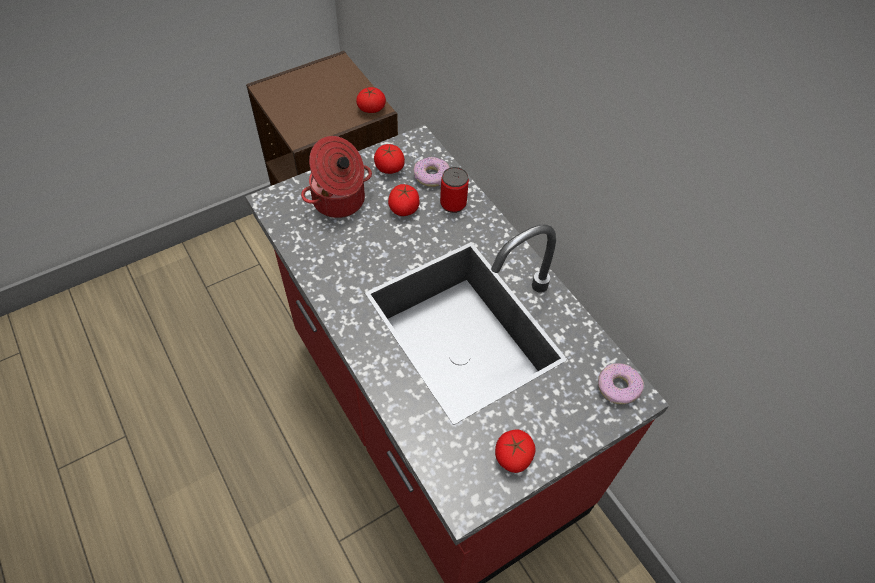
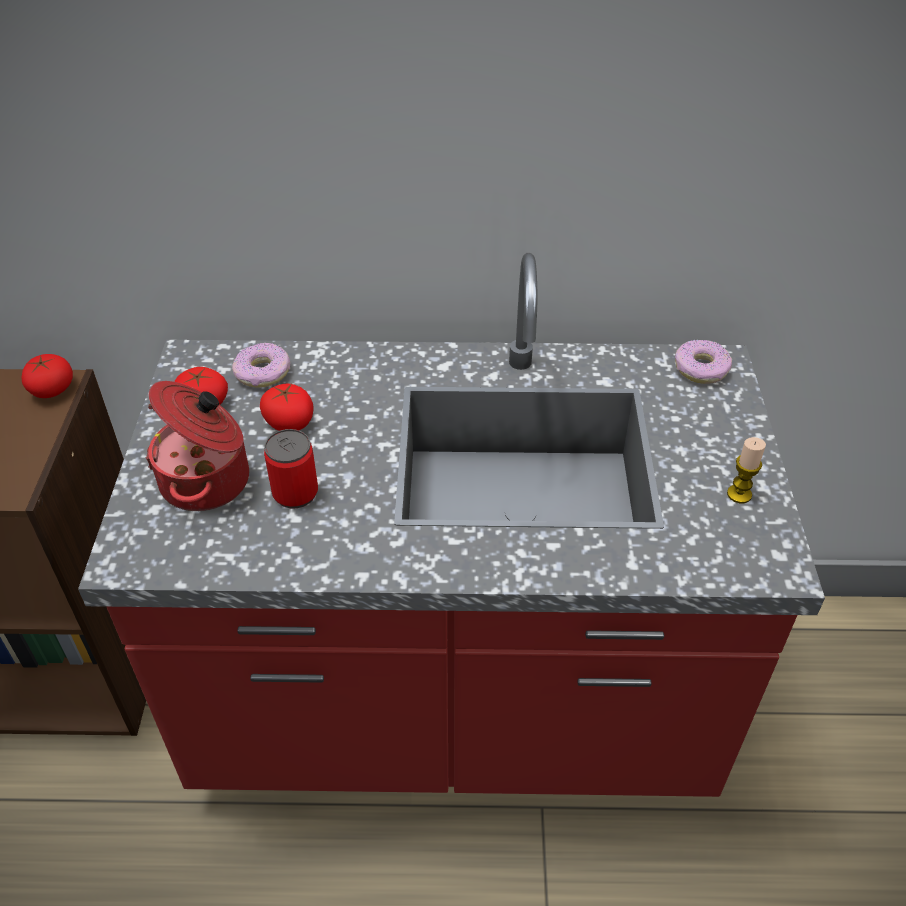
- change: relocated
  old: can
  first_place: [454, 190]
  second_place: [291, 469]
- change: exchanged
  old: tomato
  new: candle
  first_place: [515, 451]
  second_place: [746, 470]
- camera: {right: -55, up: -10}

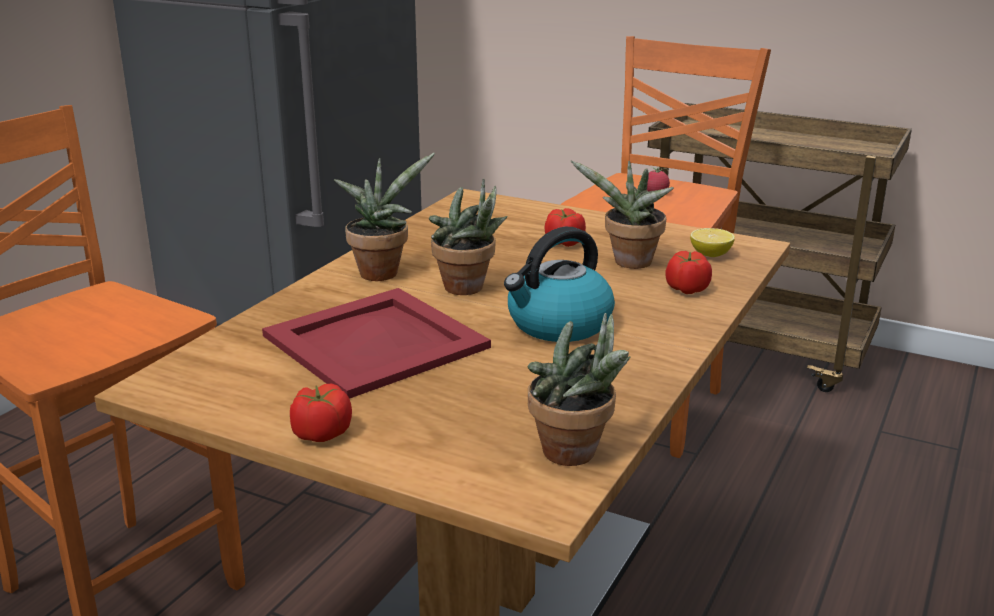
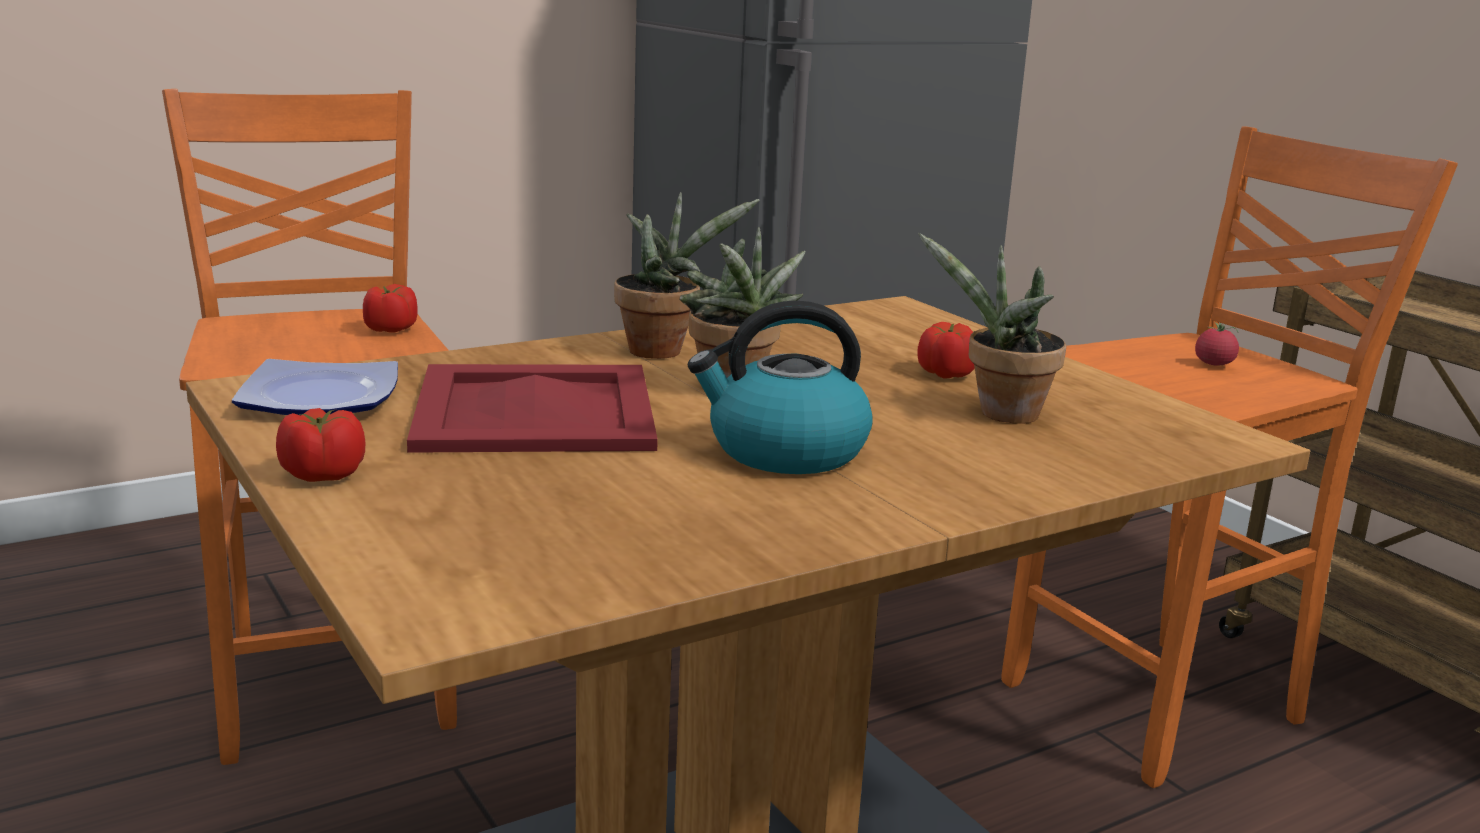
- change: missing
  old: potted_plant
  first_place: [578, 389]
- change: missing
  old: lemon
  first_place: [712, 242]
- change: appeared
  new: plate
  second_place: [315, 387]
- change: relocated
  old: tomato
  first_place: [688, 272]
  second_place: [390, 308]
- camera: {right: 30, up: -5}

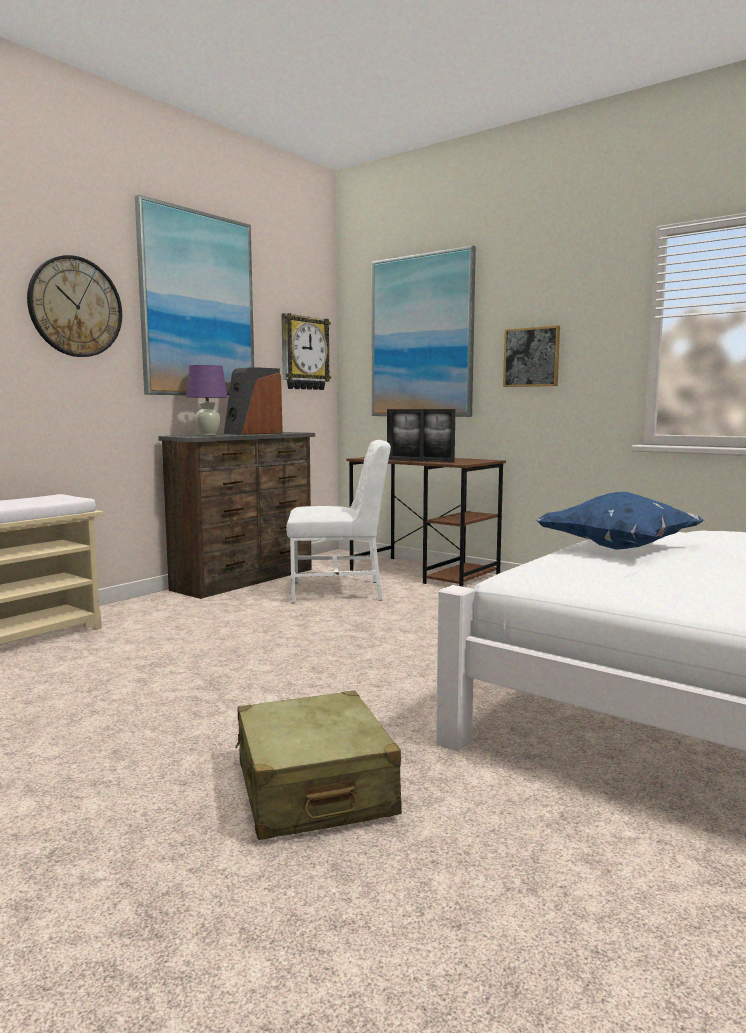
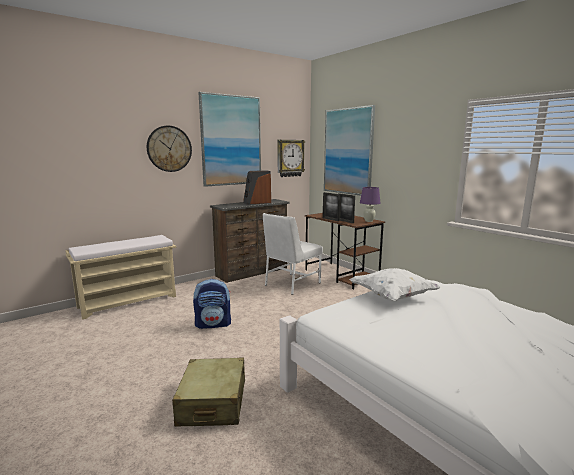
- change: missing
  old: picture
  first_place: [531, 356]
- change: appeared
  new: backpack
  second_place: [212, 304]
- change: relocated
  old: purple_table_lamp
  first_place: [207, 400]
  second_place: [370, 204]
- change: colour
  old: blue_pillow
  new: white_pillow
  first_place: [620, 521]
  second_place: [395, 284]
- change: spun
  old: white_chair
  first_place: [338, 521]
  second_place: [293, 254]
  degrees: 120
- camera: {right: 15, up: 5}

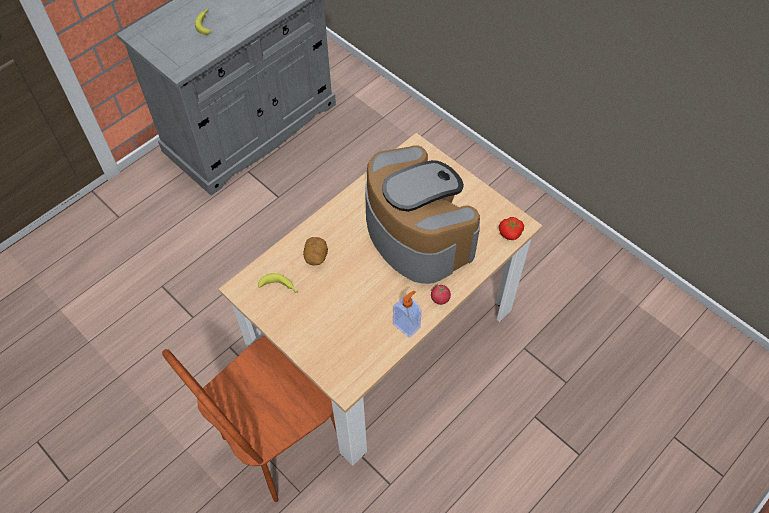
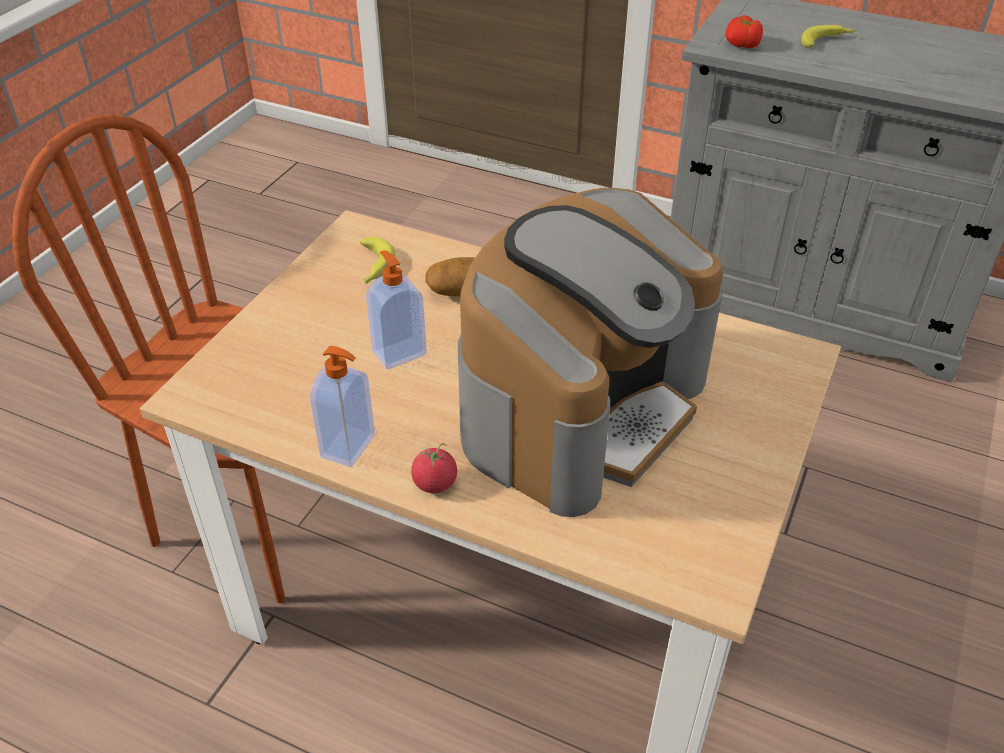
- change: appeared
  new: soap_dispenser
  second_place: [396, 309]
- change: relocated
  old: tomato
  first_place: [511, 228]
  second_place: [744, 32]
- camera: {right: 70, up: -15}

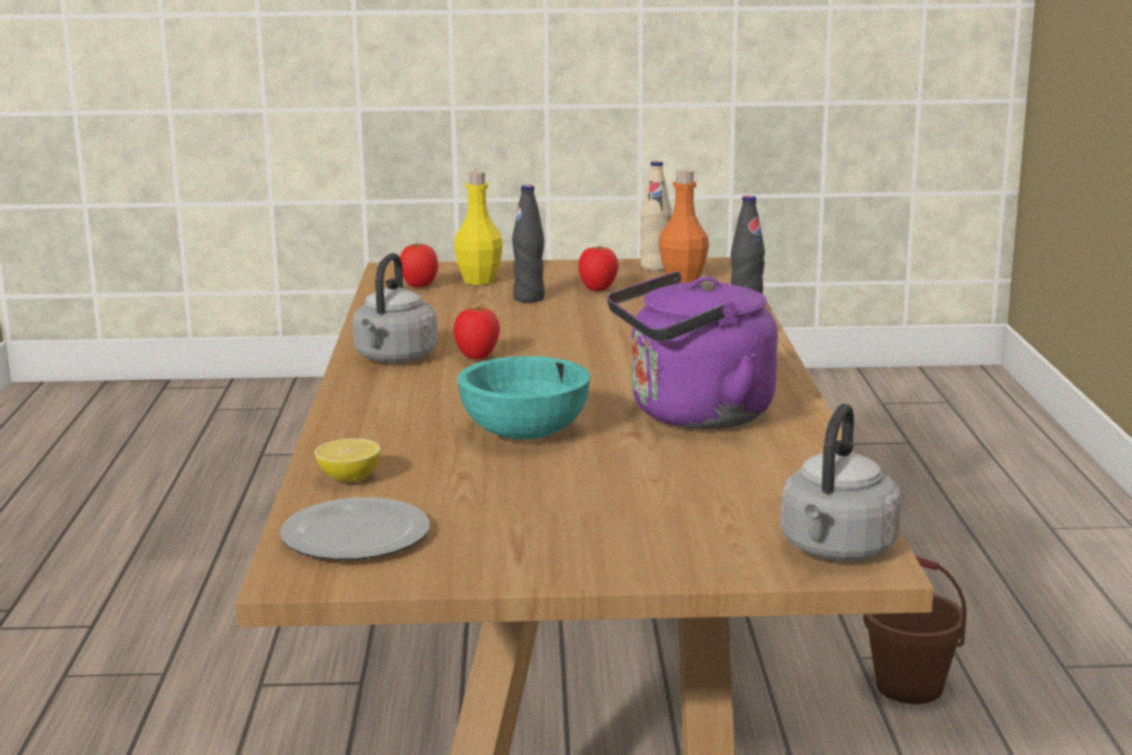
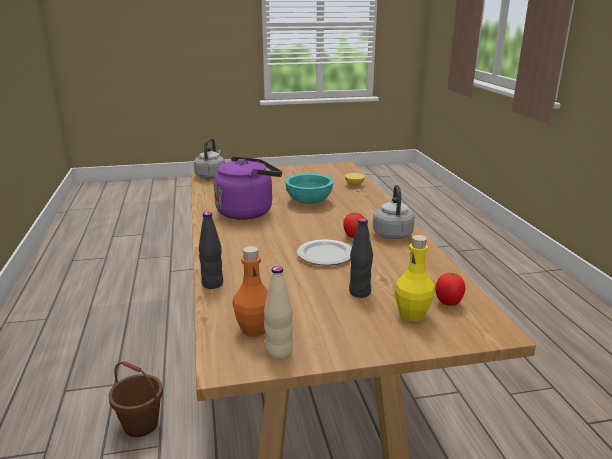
- change: missing
  old: tomato
  first_place: [598, 268]
- change: relocated
  old: plate
  first_place: [355, 528]
  second_place: [324, 252]
- camera: {right: 170, up: 5}

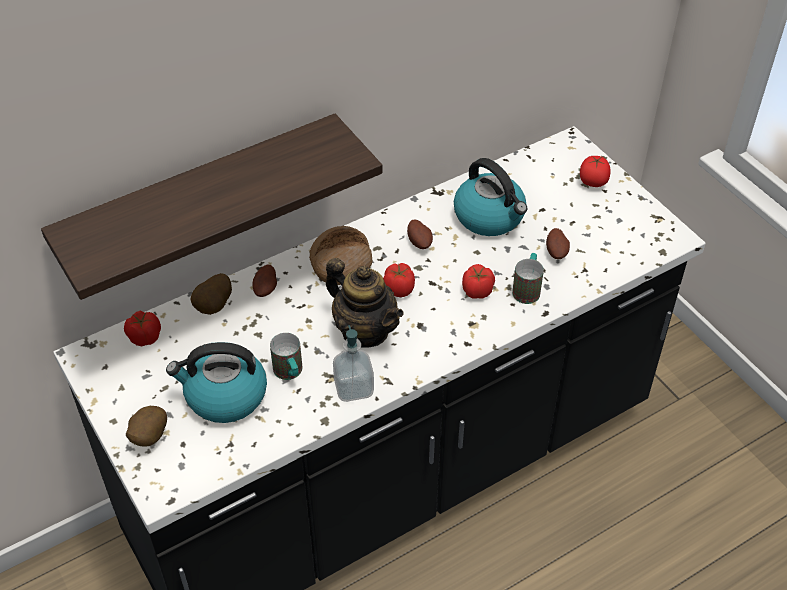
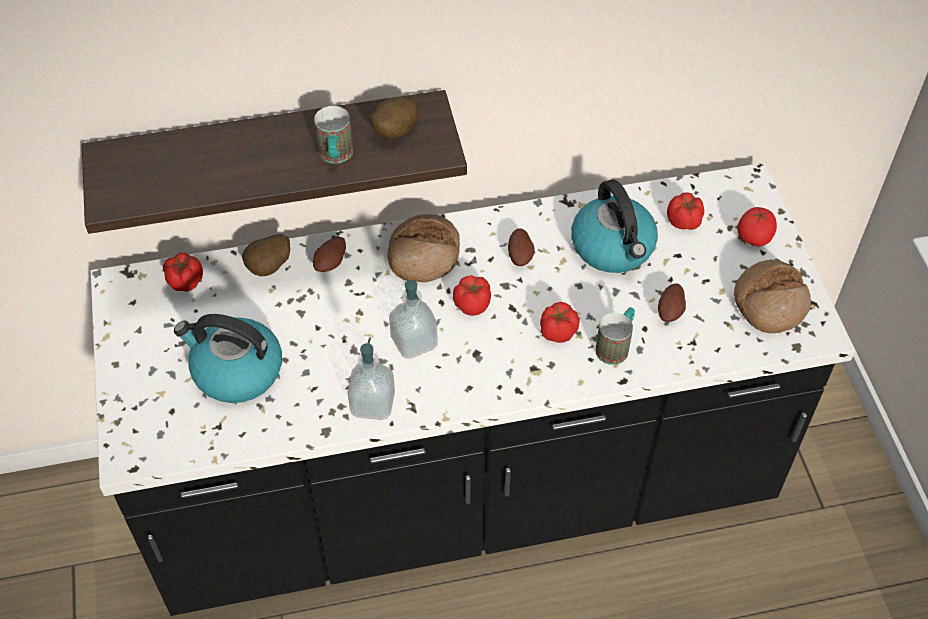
- change: appeared
  new: tomato
  second_place: [685, 211]
- change: appeared
  new: bread
  second_place: [772, 296]
- change: relocated
  old: potato
  first_place: [146, 426]
  second_place: [394, 117]
- change: relocated
  old: mug
  first_place: [286, 356]
  second_place: [333, 135]
- change: exchanged
  old: teapot
  new: soap_dispenser
  first_place: [365, 303]
  second_place: [413, 319]
- camera: {right: 20, up: 5}

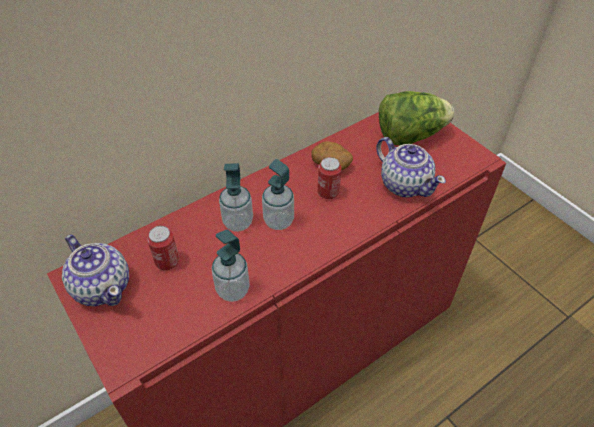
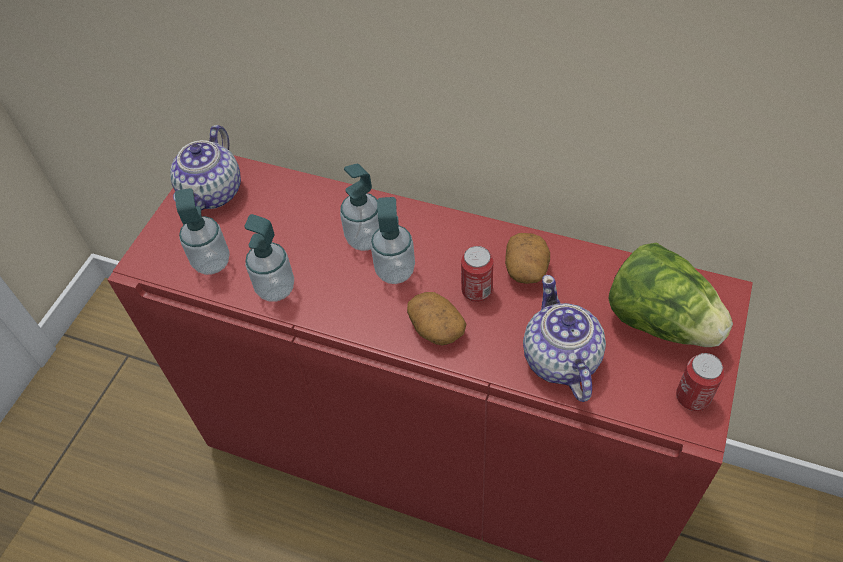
- change: appeared
  new: soap_dispenser
  second_place: [202, 231]
- change: appeared
  new: potato
  second_place: [436, 319]
- change: relocated
  old: can
  first_place: [163, 248]
  second_place: [700, 382]
- change: spun
  old: teapot
  first_place: [411, 167]
  second_place: [564, 338]
  degrees: 150
- camera: {right: 60, up: 5}

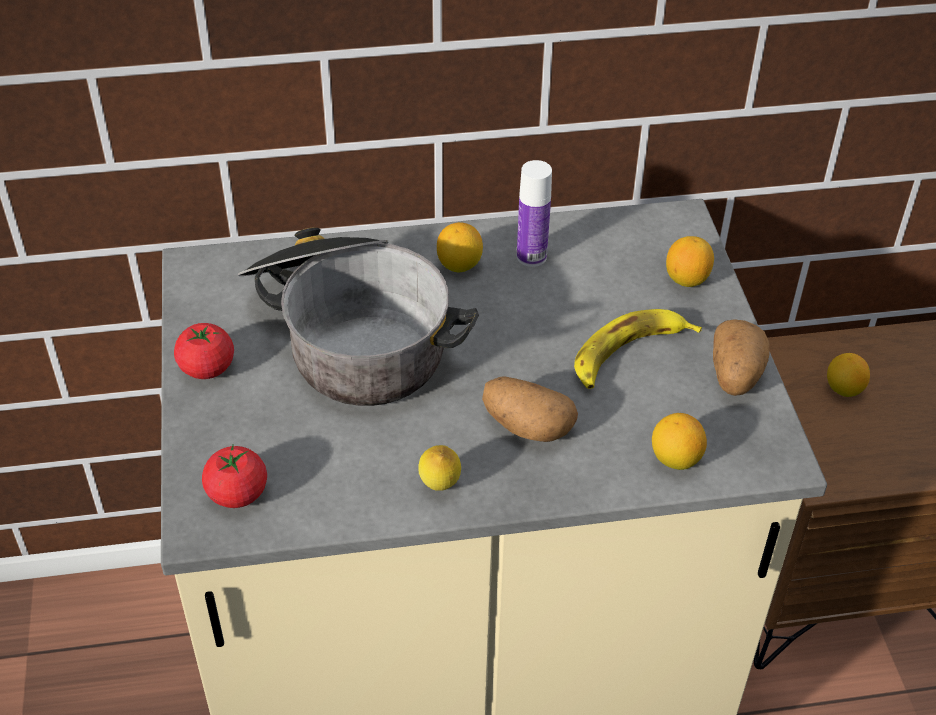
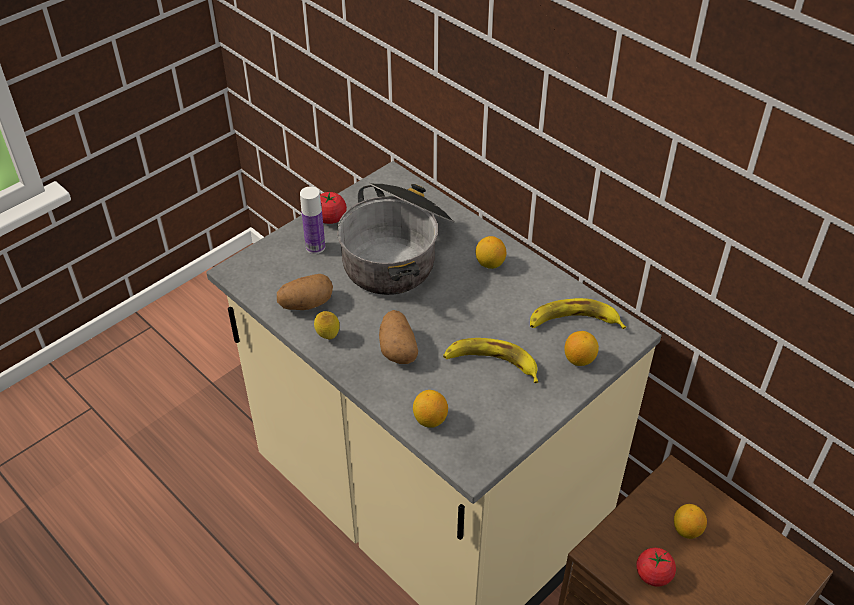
- change: appeared
  new: banana
  second_place: [578, 313]
- change: relocated
  old: tomato
  first_place: [234, 476]
  second_place: [656, 567]
- change: relocated
  old: bottle
  first_place: [534, 213]
  second_place: [312, 220]
- change: relocated
  old: potato
  first_place: [741, 357]
  second_place: [305, 292]
- camera: {right: 55, up: 0}

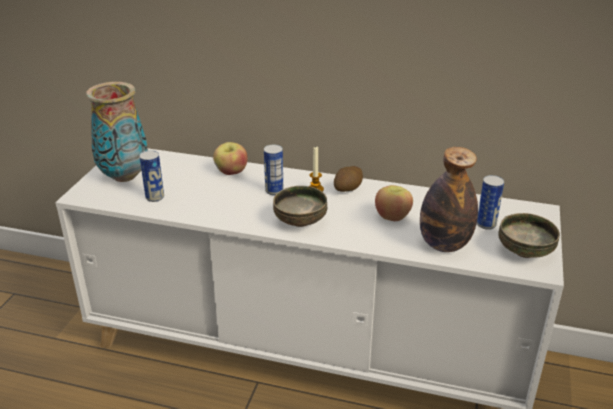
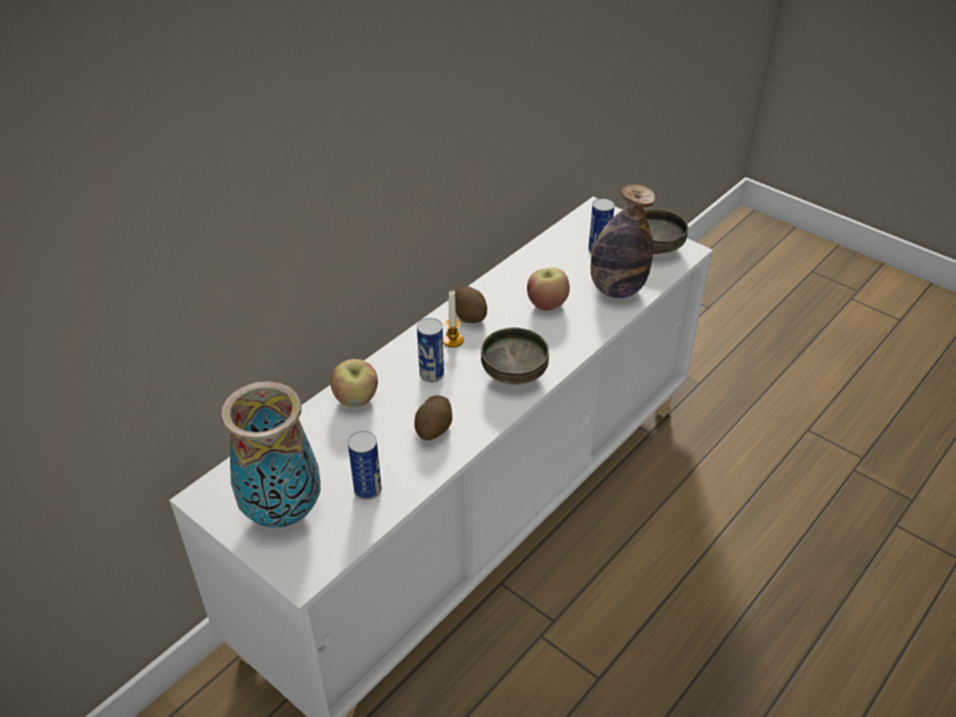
- change: appeared
  new: potato
  second_place: [433, 417]
- camera: {right: -65, up: 10}

